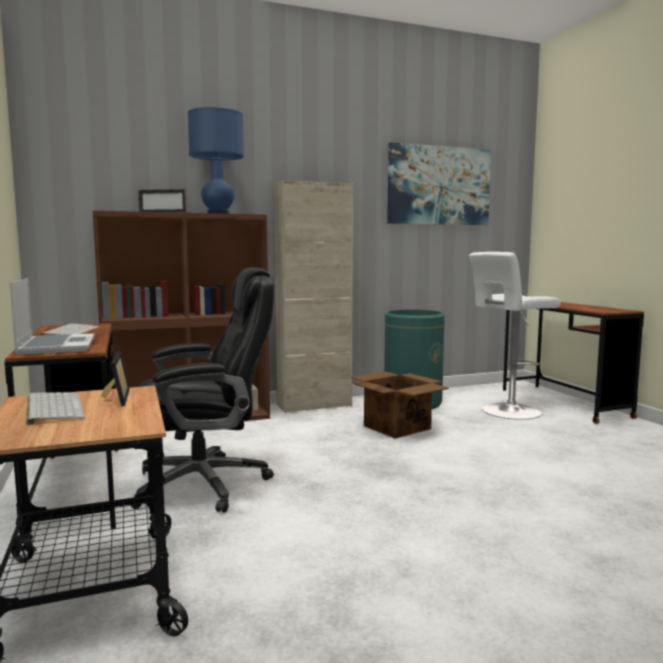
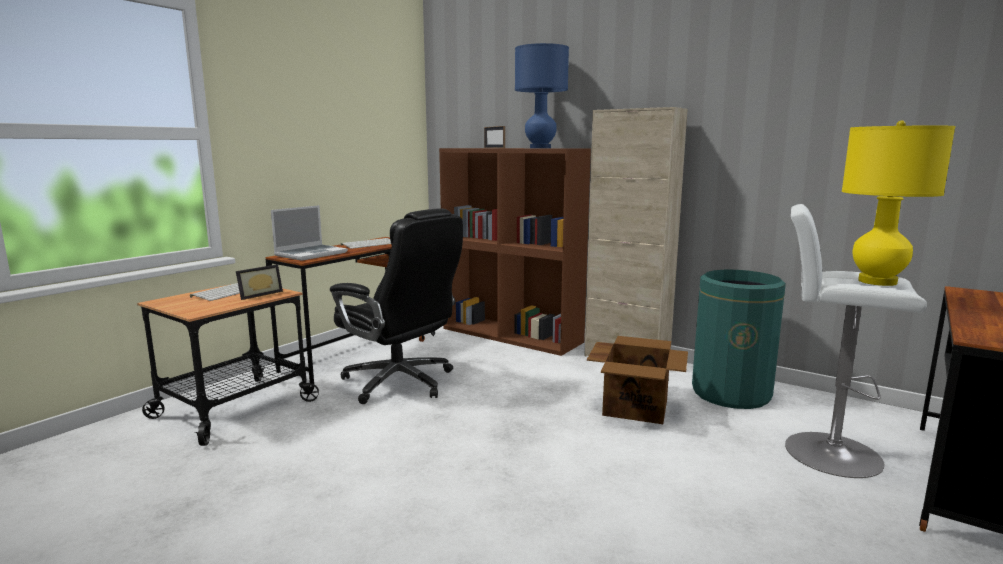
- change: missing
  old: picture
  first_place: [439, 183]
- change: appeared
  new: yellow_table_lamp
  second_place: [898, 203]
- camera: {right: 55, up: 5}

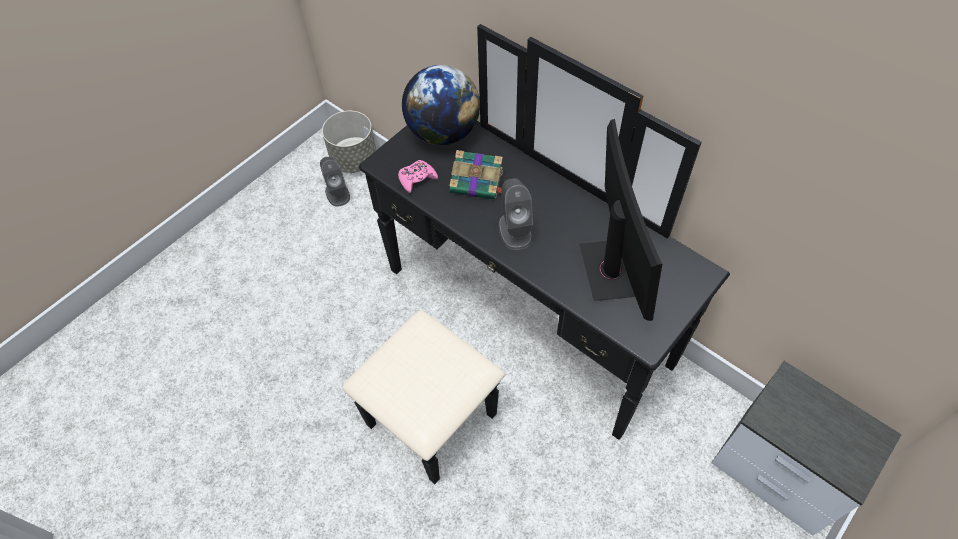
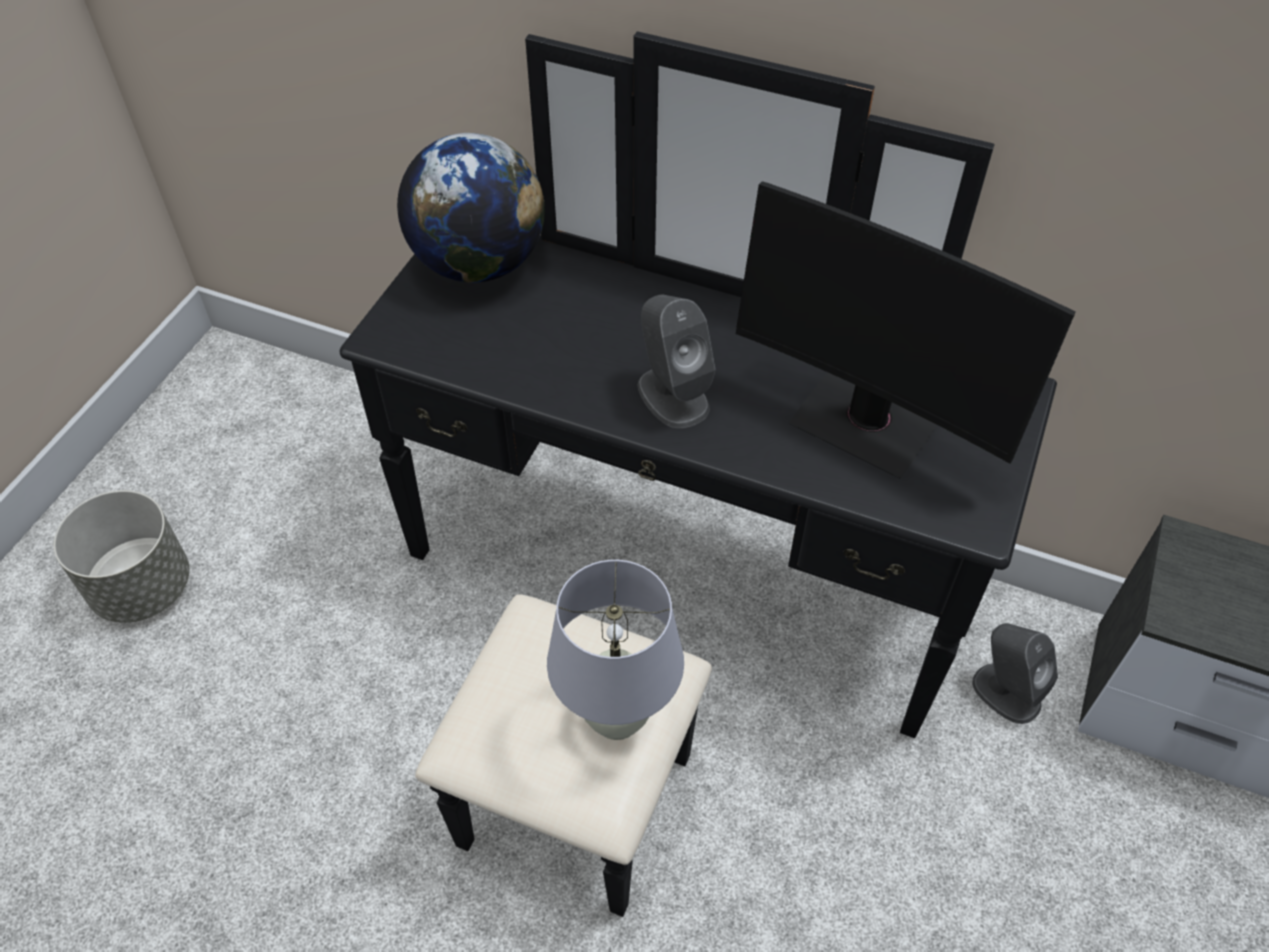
- change: missing
  old: pink_game_controller
  first_place: [418, 176]
- change: missing
  old: book
  first_place: [476, 174]
- change: appeared
  new: white_table_lamp
  second_place: [615, 650]
- change: relocated
  old: grey_speaker
  first_place: [335, 182]
  second_place: [1015, 673]
- change: relocated
  old: grey_planter
  first_place: [349, 142]
  second_place: [121, 556]
- change: spun
  old: monitor
  first_place: [620, 220]
  second_place: [906, 330]
  degrees: 150
- camera: {right: -20, up: -5}

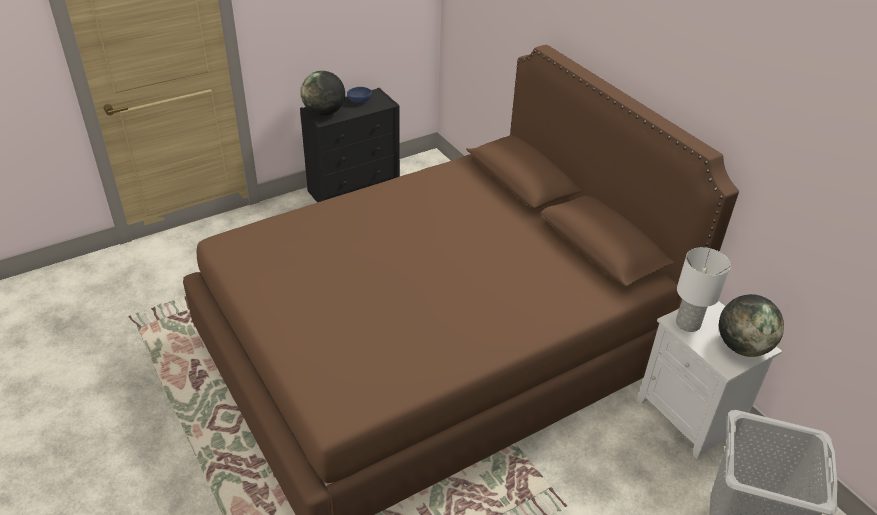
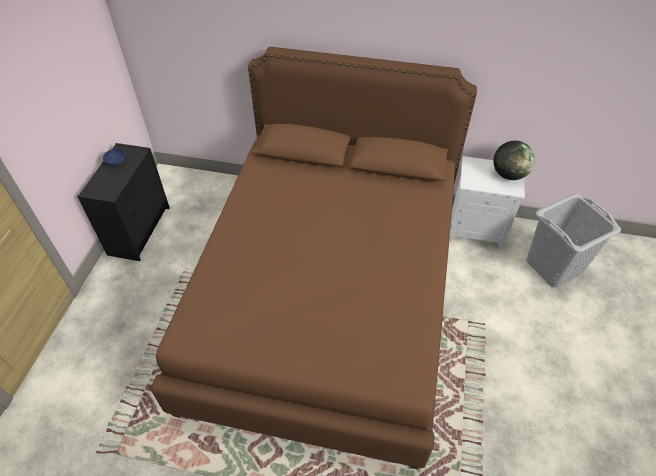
- change: missing
  old: globe
  first_place: [323, 93]
- change: missing
  old: white_table_lamp
  first_place: [703, 289]
- camera: {right: -45, up: 10}

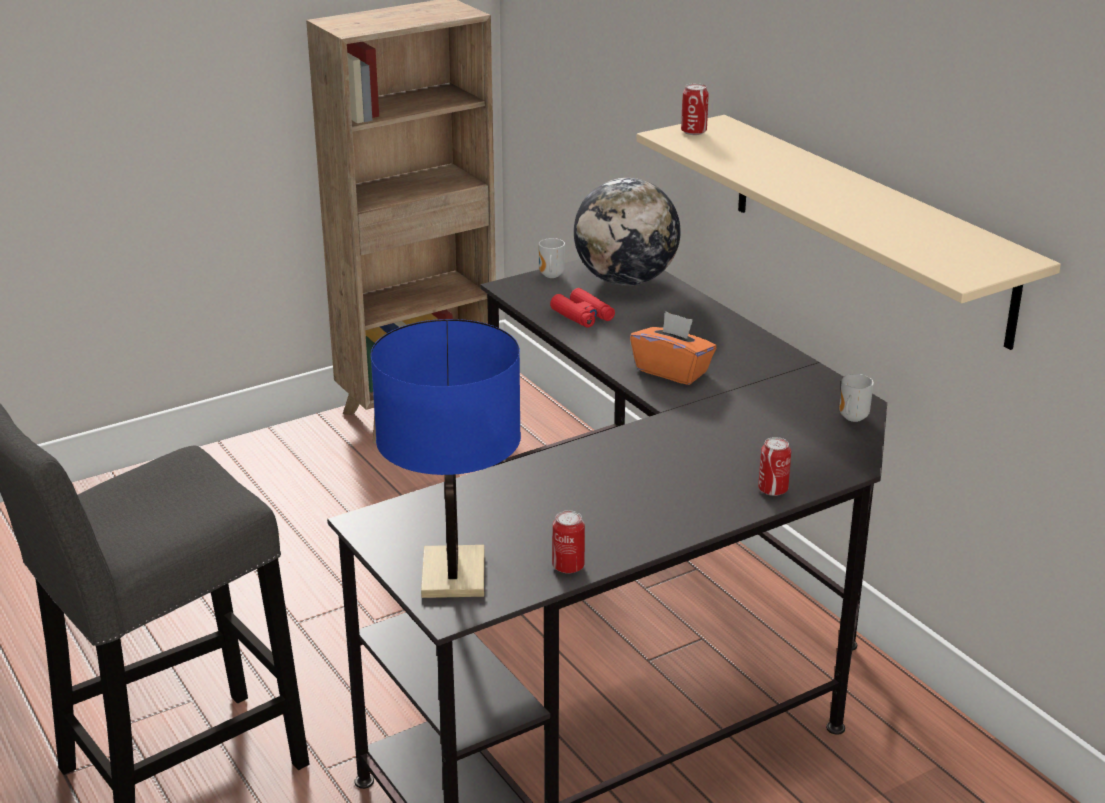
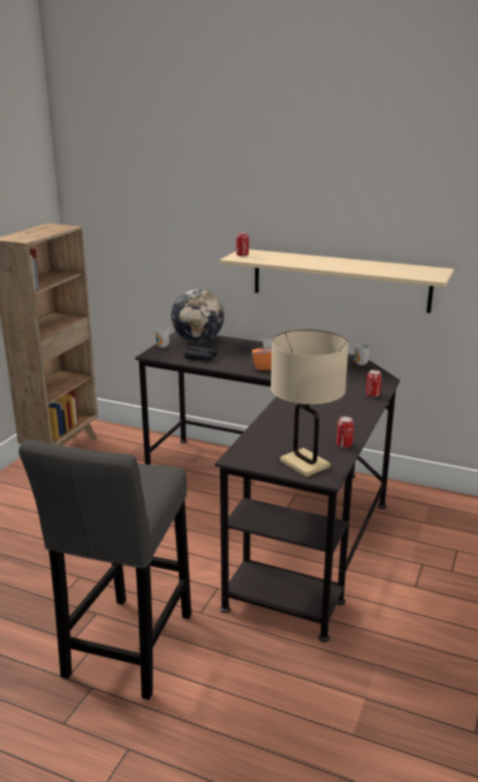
- change: colour
  old: blue_table_lamp
  new: beige_table_lamp
  first_place: [446, 458]
  second_place: [310, 403]
- change: colour
  old: red_binoculars
  new: black_binoculars
  first_place: [582, 308]
  second_place: [200, 353]
- camera: {right: -35, up: -5}

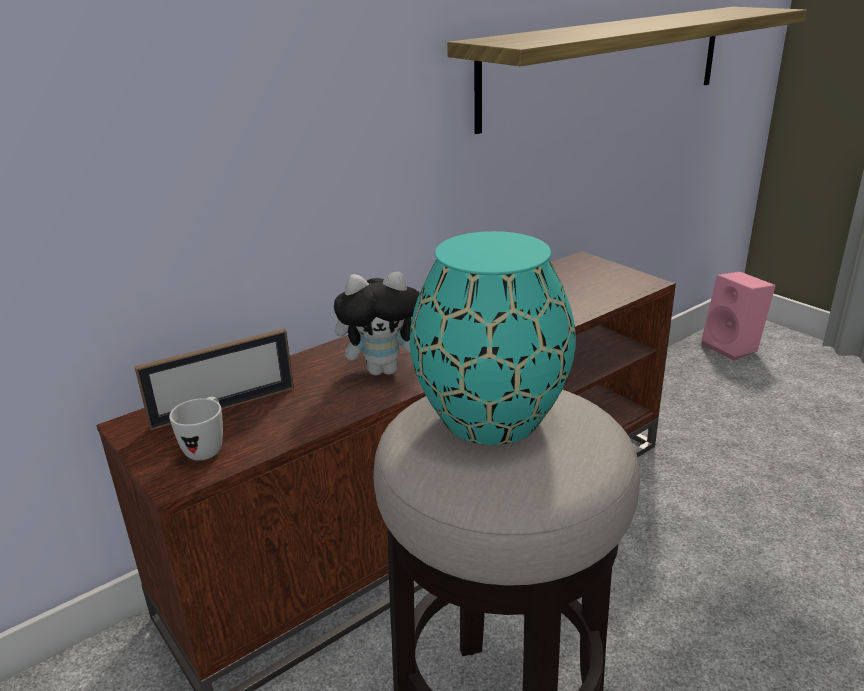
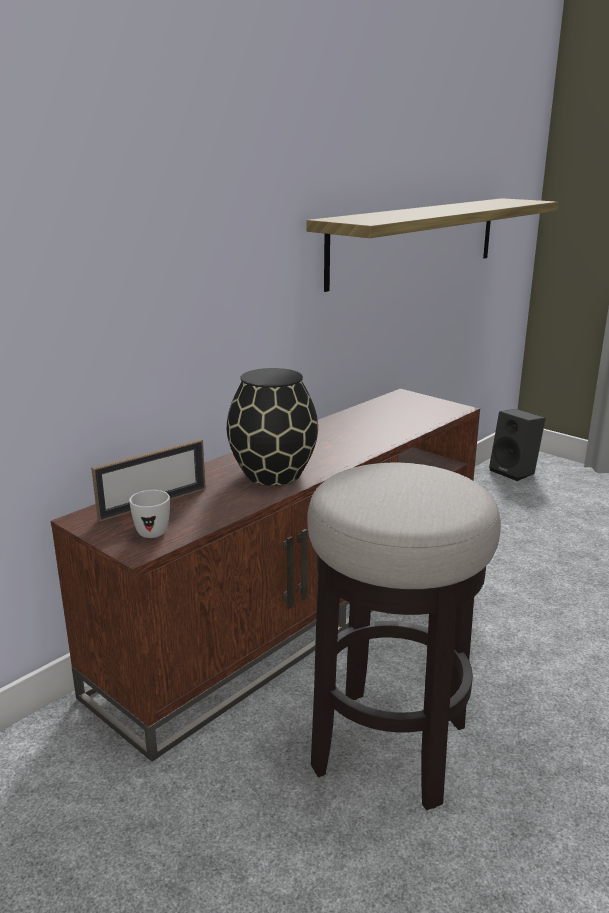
- change: missing
  old: turquoise_vase
  first_place: [493, 338]
- change: exchanged
  old: plush_toy
  new: black_vase
  first_place: [377, 323]
  second_place: [272, 427]
- change: colour
  old: pink_speaker
  new: black_speaker
  first_place: [738, 315]
  second_place: [517, 445]
- camera: {right: -10, up: -5}

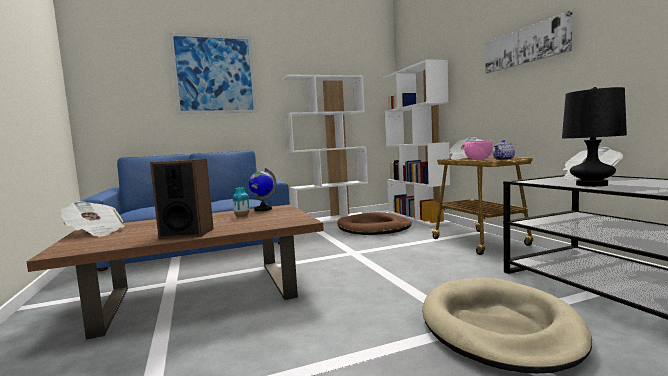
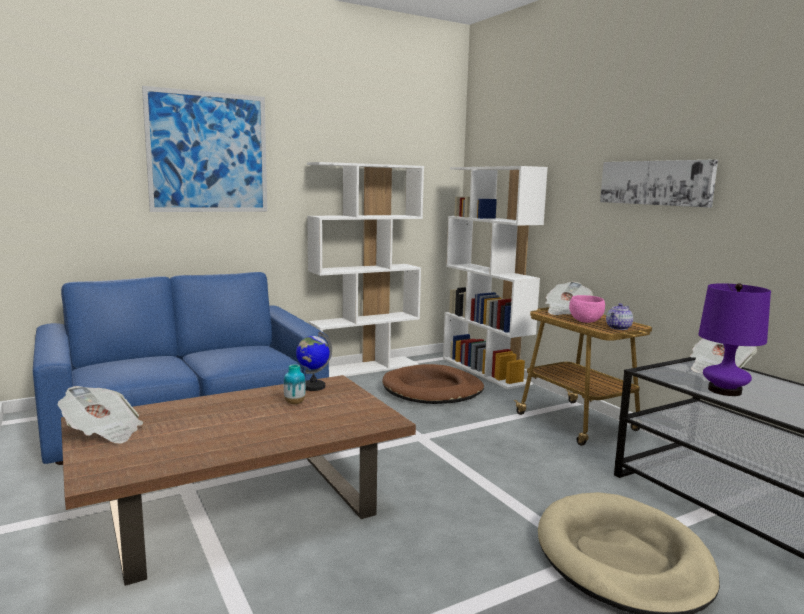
- change: missing
  old: speaker
  first_place: [182, 199]
- change: colour
  old: black_table_lamp
  new: purple_table_lamp
  first_place: [594, 137]
  second_place: [734, 339]
- camera: {right: -10, up: 5}

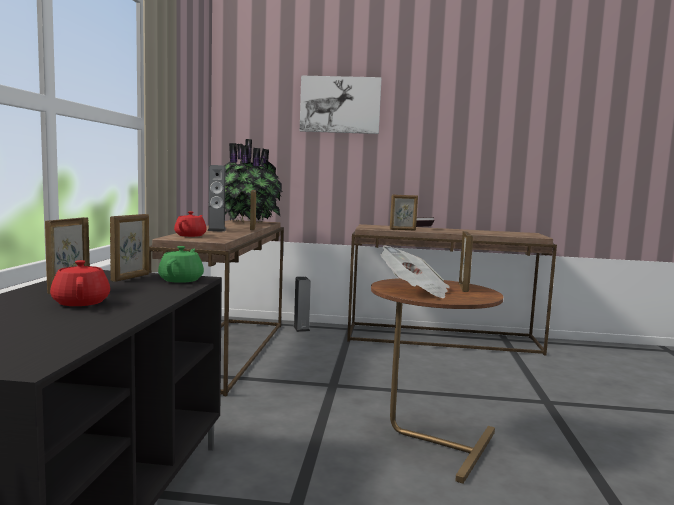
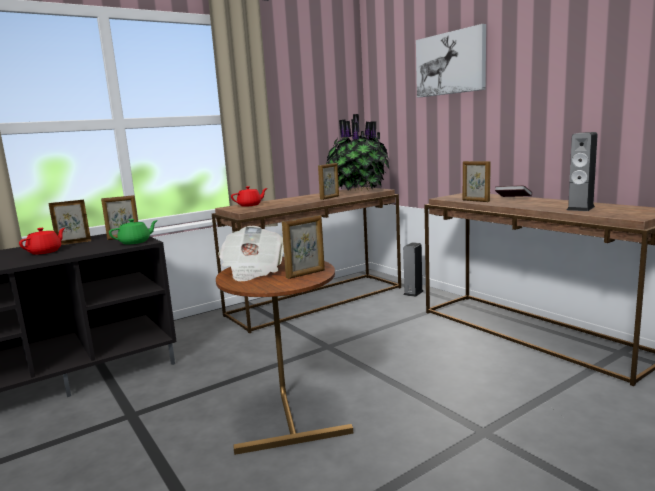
- change: relocated
  old: speaker
  first_place: [217, 198]
  second_place: [582, 171]
- camera: {right: 50, up: 5}

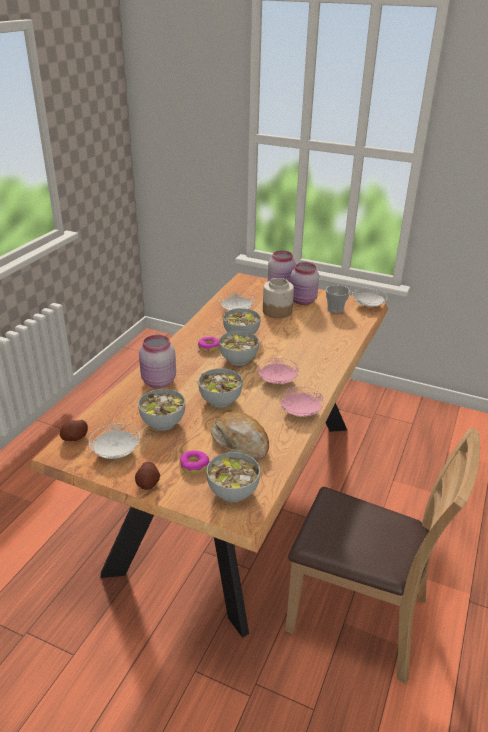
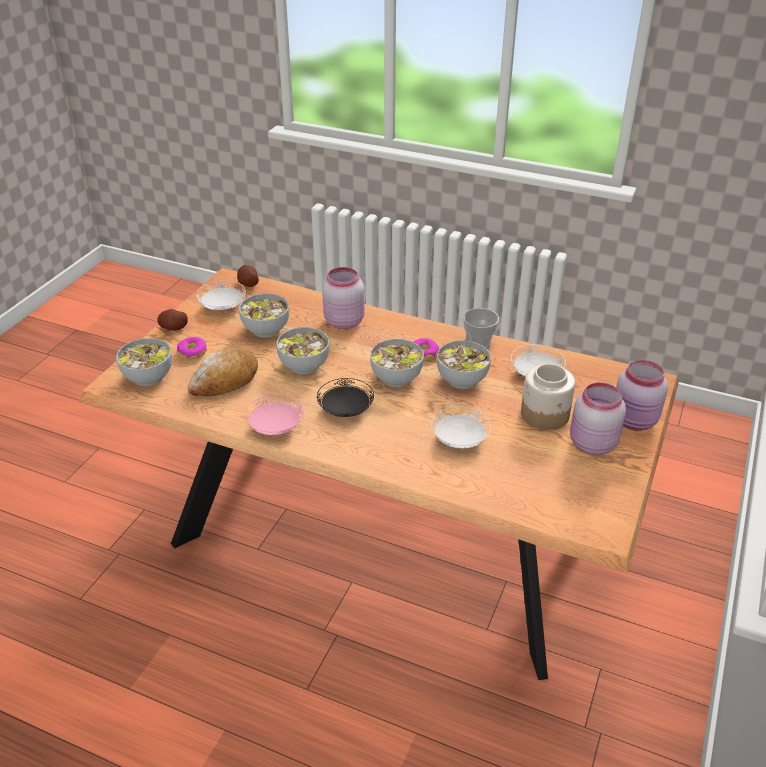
- change: missing
  old: brown_chair
  first_place: [382, 555]
- change: relocated
  old: cup
  first_place: [338, 299]
  second_place: [481, 328]
- change: relocated
  old: white_plate
  first_place: [369, 297]
  second_place: [461, 427]
- change: colour
  old: pink_plate
  new: black_plate
  first_place: [278, 371]
  second_place: [345, 397]
- camera: {right: 90, up: 5}

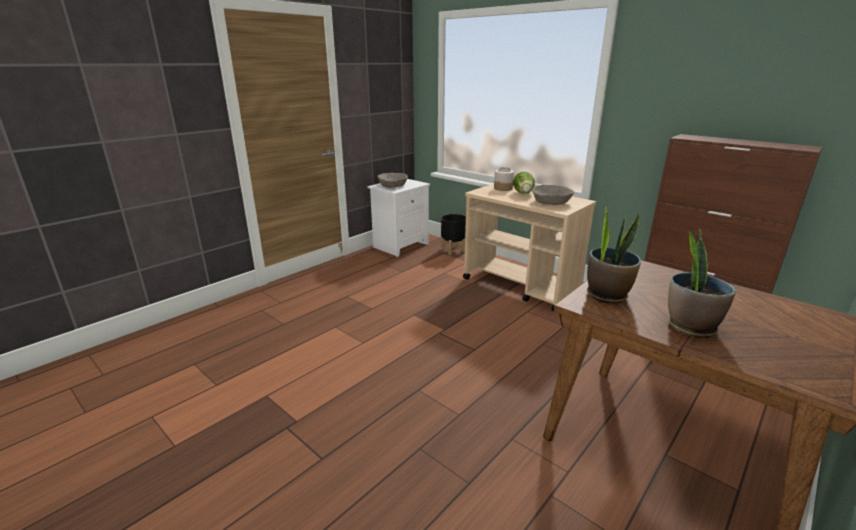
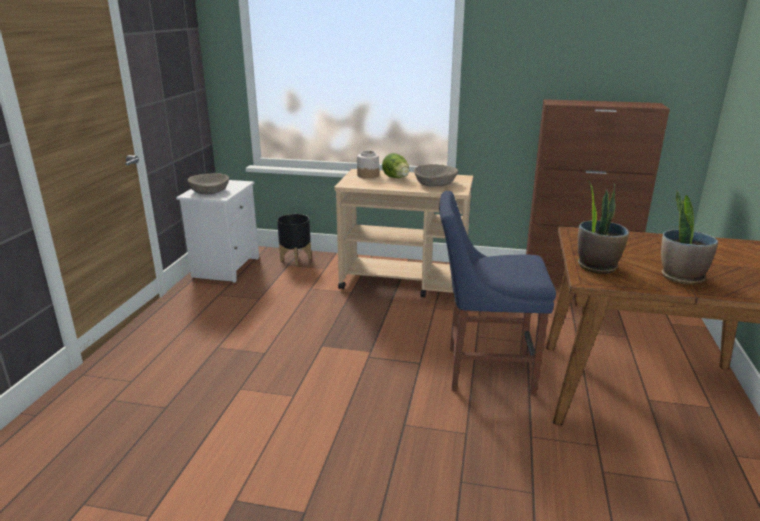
- change: appeared
  new: blue_chair
  second_place: [497, 293]
- camera: {right: -30, up: 0}

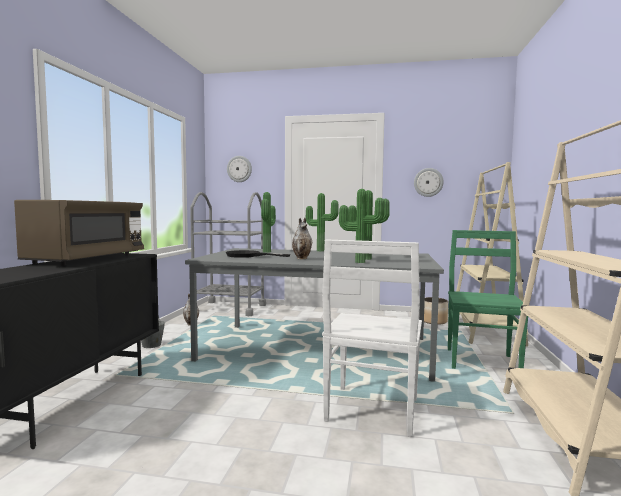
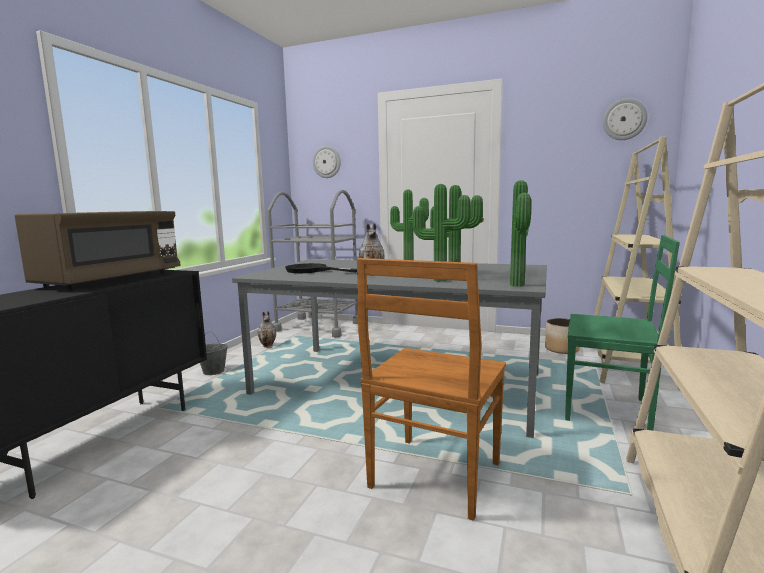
- change: relocated
  old: potted_plant
  first_place: [268, 222]
  second_place: [520, 233]
- change: relocated
  old: wall_clock
  first_place: [429, 182]
  second_place: [625, 119]
- change: colour
  old: white_chair
  new: brown_chair
  first_place: [372, 338]
  second_place: [431, 389]
- change: spun
  old: green_chair
  first_place: [488, 299]
  second_place: [622, 333]
  degrees: 90
- camera: {right: 10, up: 5}

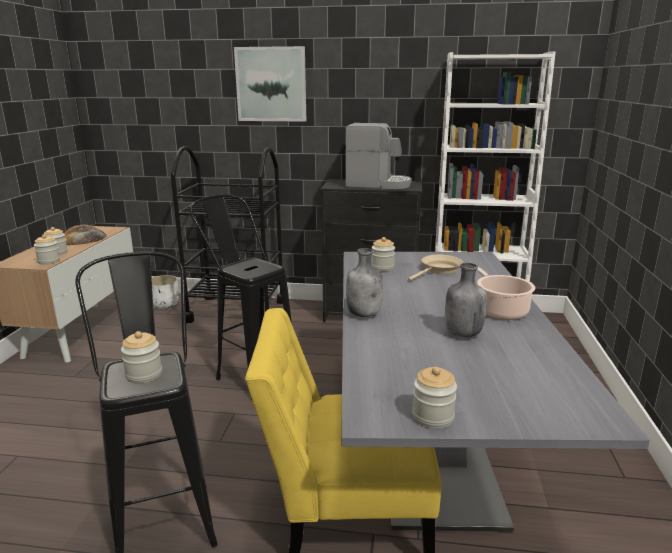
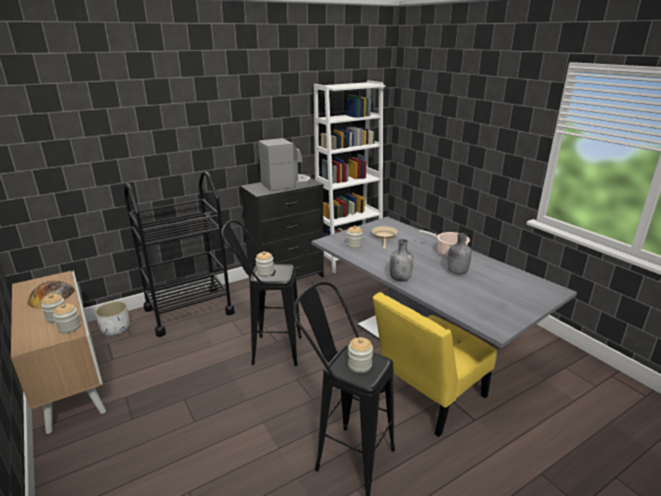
- change: missing
  old: picture
  first_place: [270, 84]
- change: relocated
  old: jar
  first_place: [434, 398]
  second_place: [265, 264]
- camera: {right: -40, up: 5}

